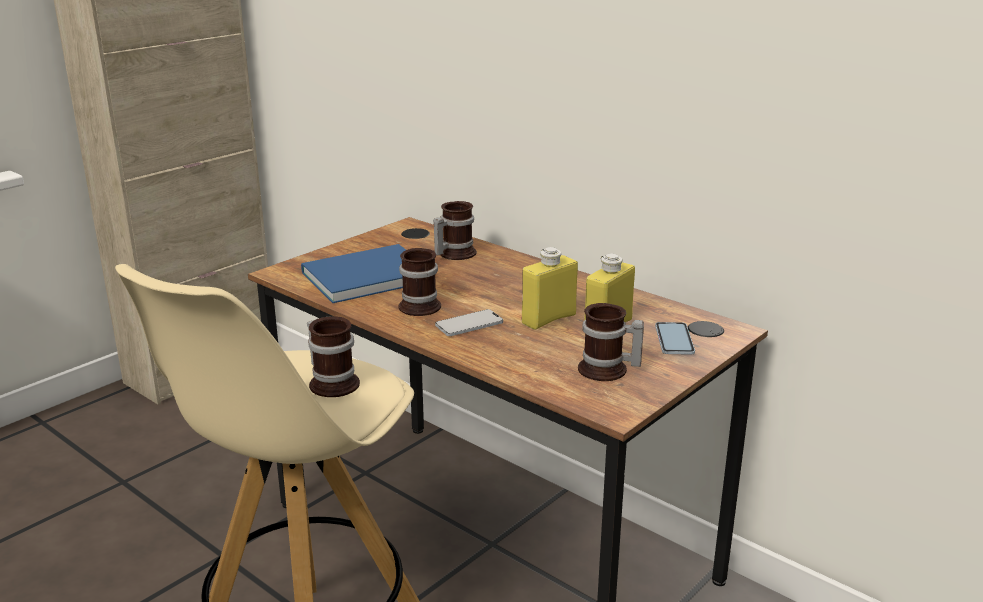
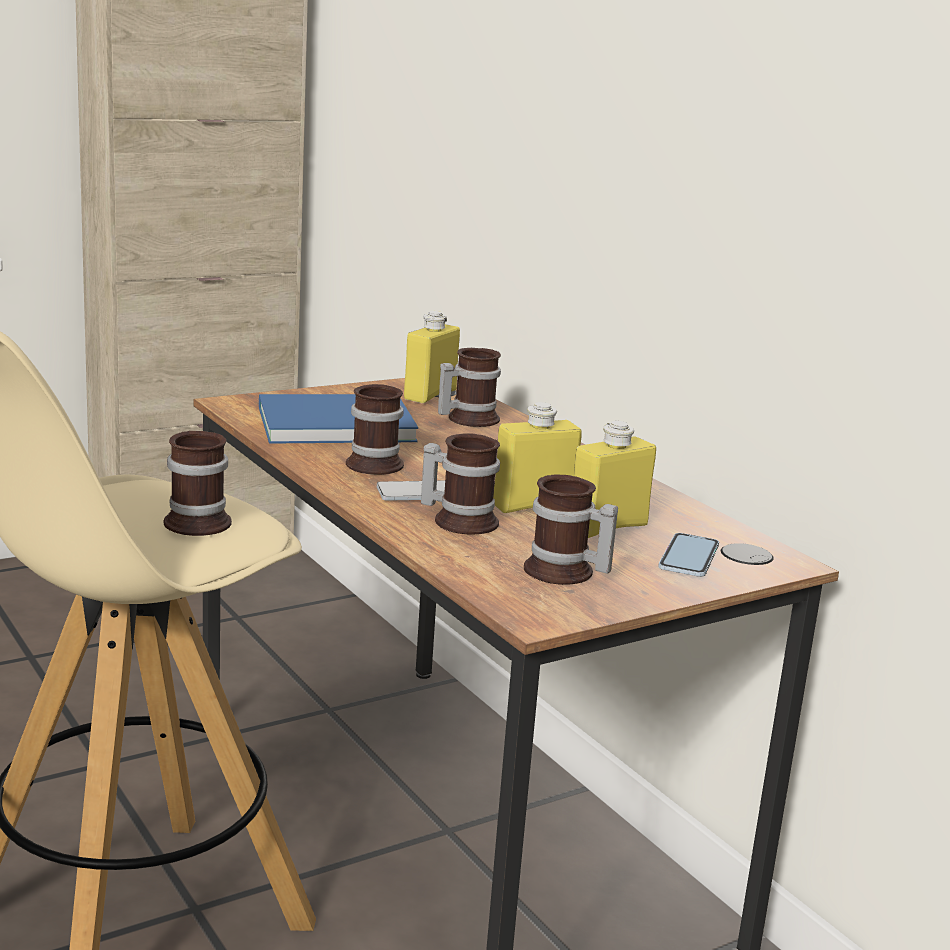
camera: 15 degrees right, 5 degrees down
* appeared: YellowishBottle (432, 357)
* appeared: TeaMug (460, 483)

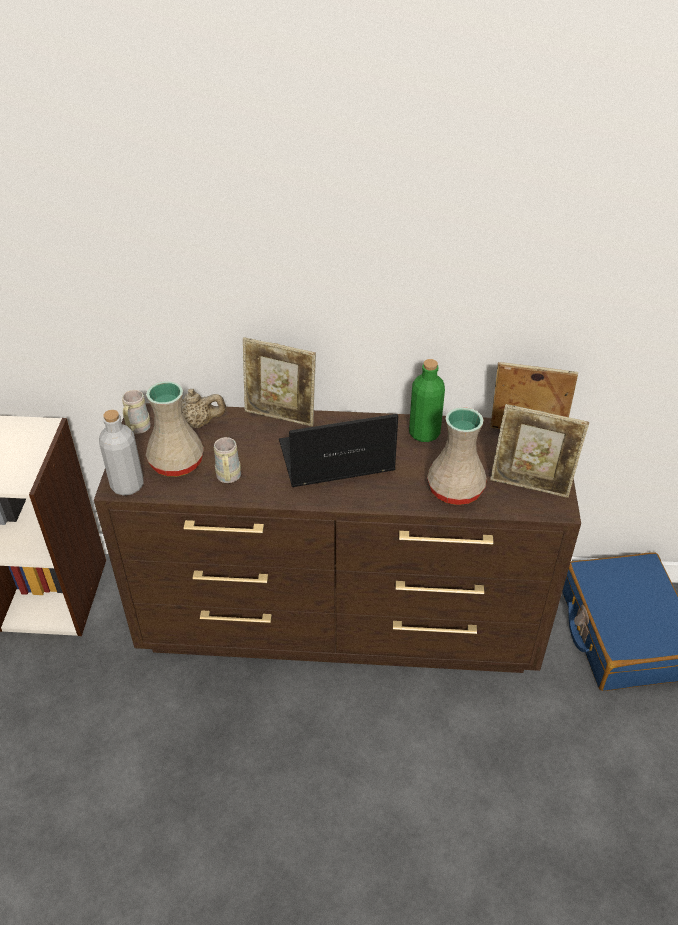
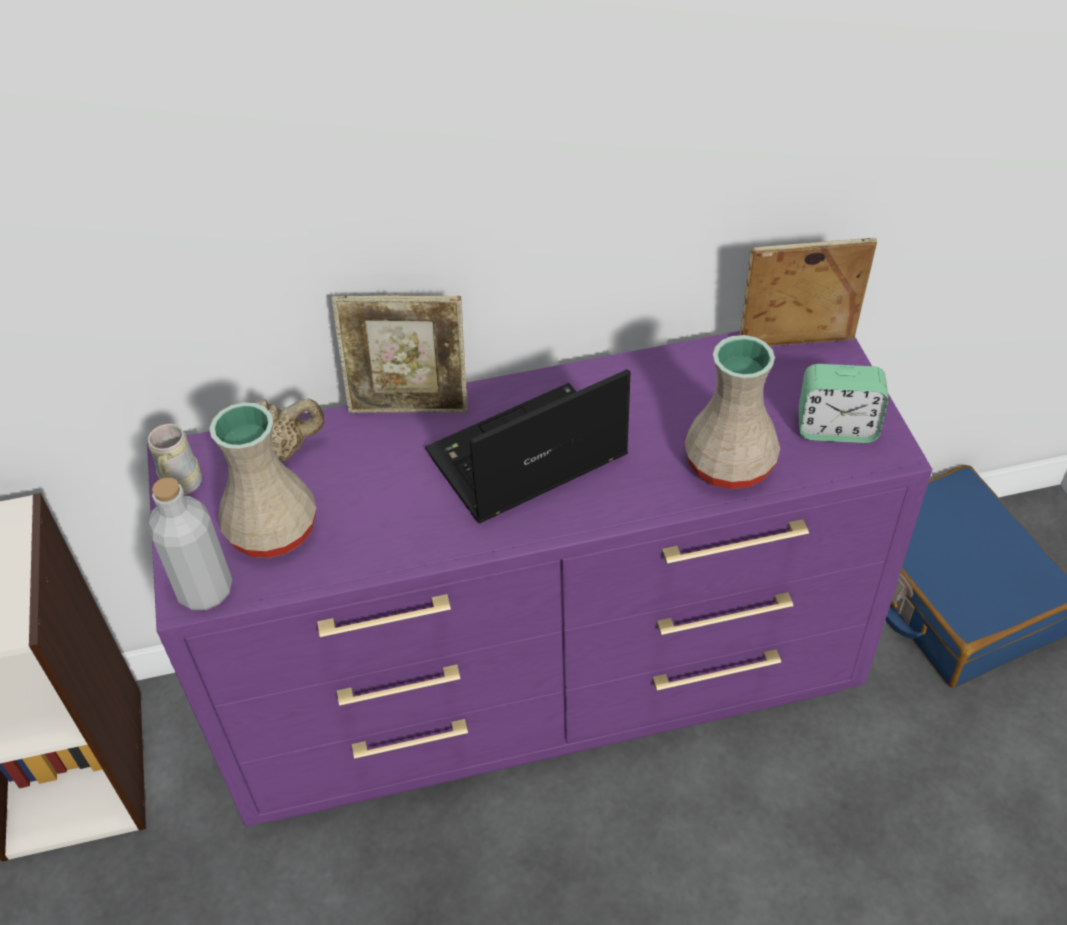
camera: 15 degrees left, 5 degrees up
* missing: SandColouredTeaMug (227, 460)
* missing: GreenColouredBottle (427, 400)
* exchanged: PhotoFrame (539, 451) to TableClock (843, 403)
* colour: BrownDrawerChest (337, 538) to PurpleDrawerChest (539, 579)

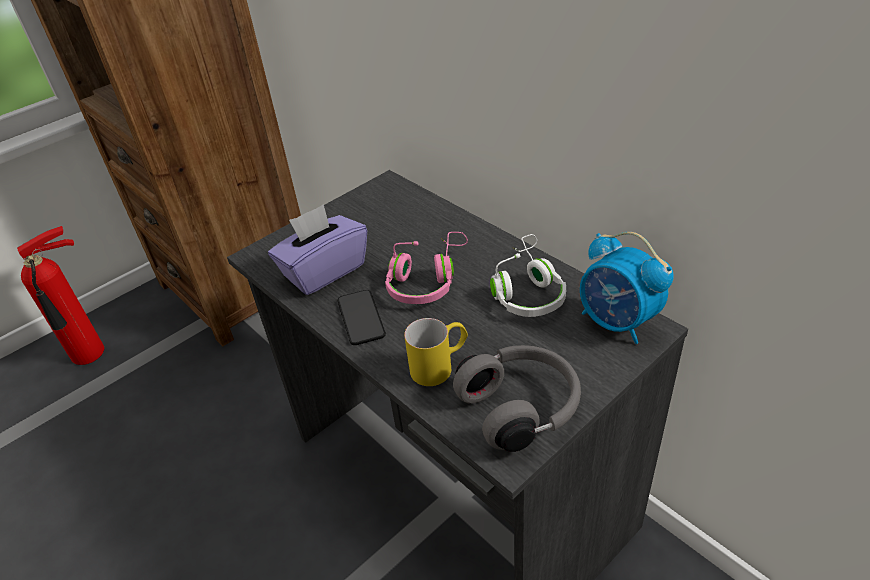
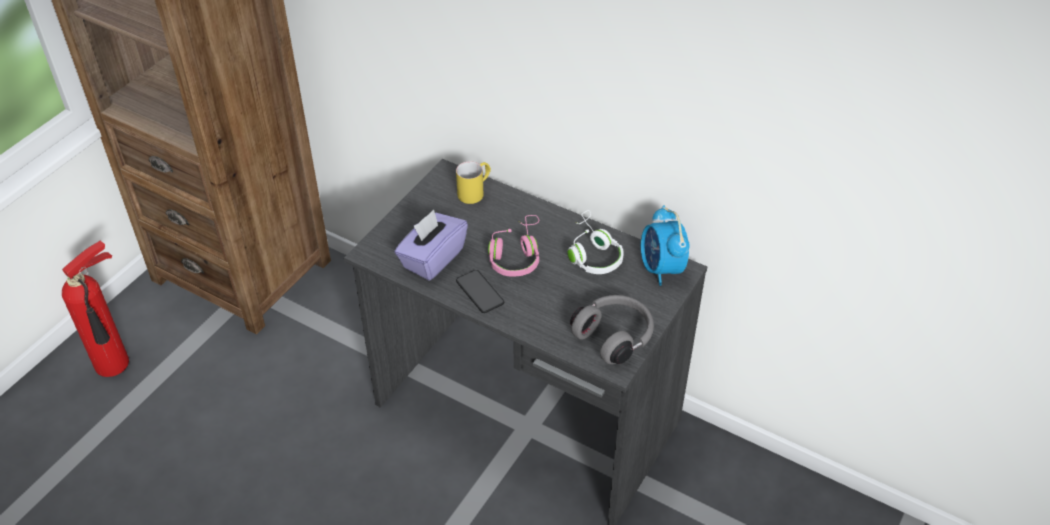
camera: 20 degrees left, 5 degrees up
* relocated: YellowishTeaMug (436, 352) to (473, 182)
* spun: TableClock (627, 288) = (665, 246) 45 degrees clockwise

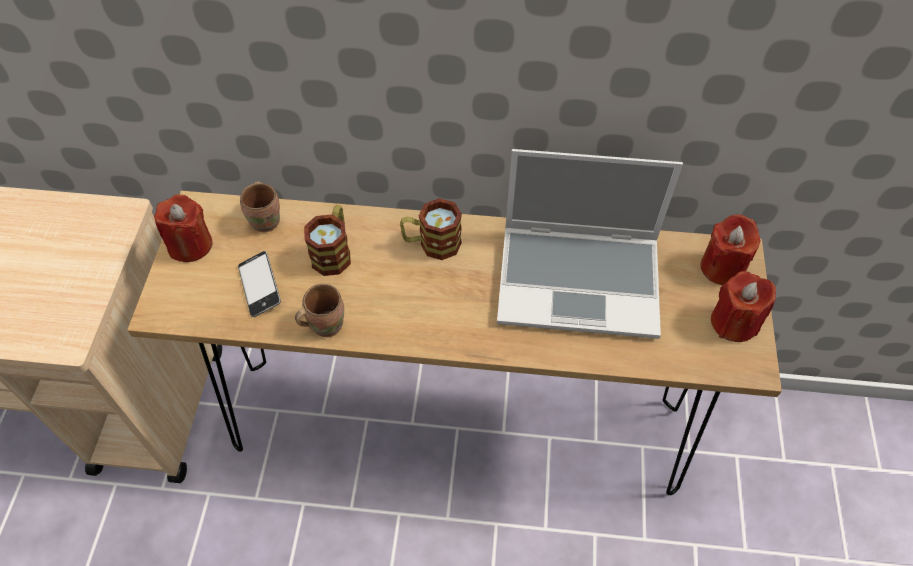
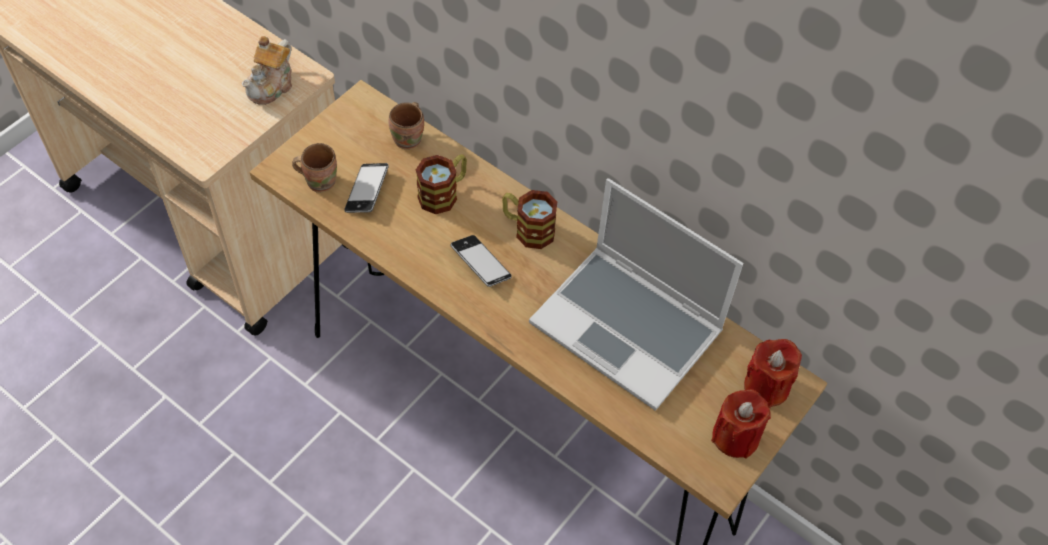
camera: 30 degrees right, 0 degrees up
* missing: RedWaxLight (183, 228)
* appeared: TeaPot (267, 70)
* appeared: Phone (481, 261)
* relocated: BrownTeaMug (319, 310) to (314, 168)

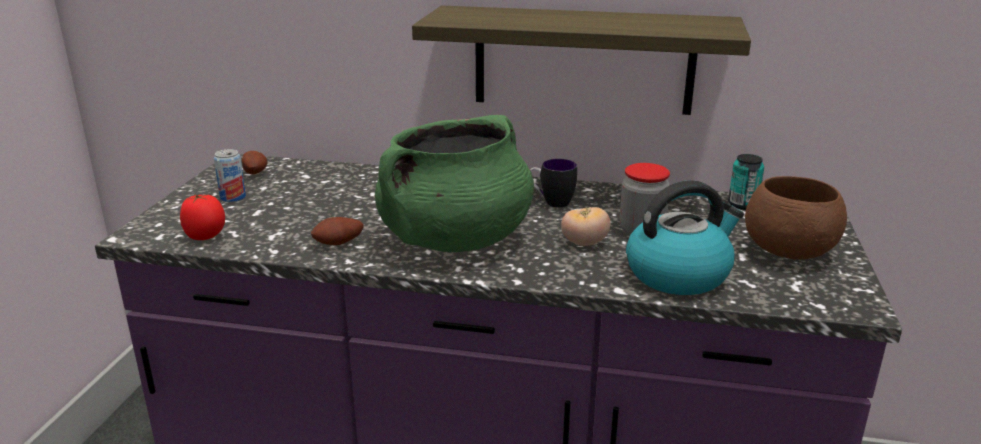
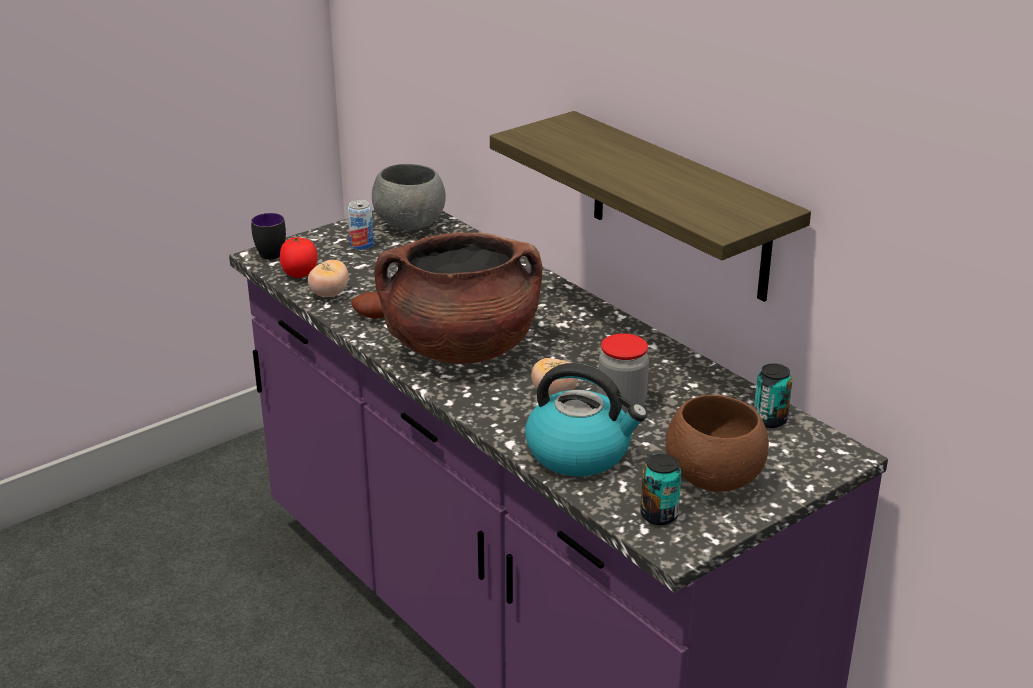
camera: 40 degrees right, 5 degrees up
* appeared: Tomato (328, 278)
* appeared: SealedCan (661, 489)
* relocated: TeaMug (553, 183) to (268, 236)
* exchanged: Spud (254, 162) to GrayServingBowl (409, 197)
* colour: GreenColouredCookingPot (454, 183) to BrownCookingPot (458, 298)

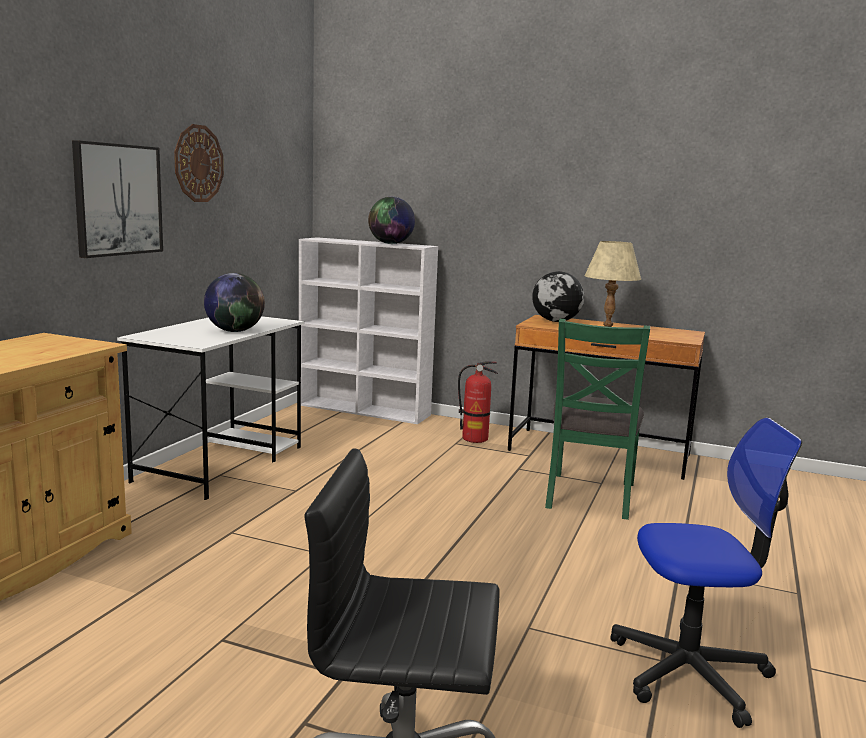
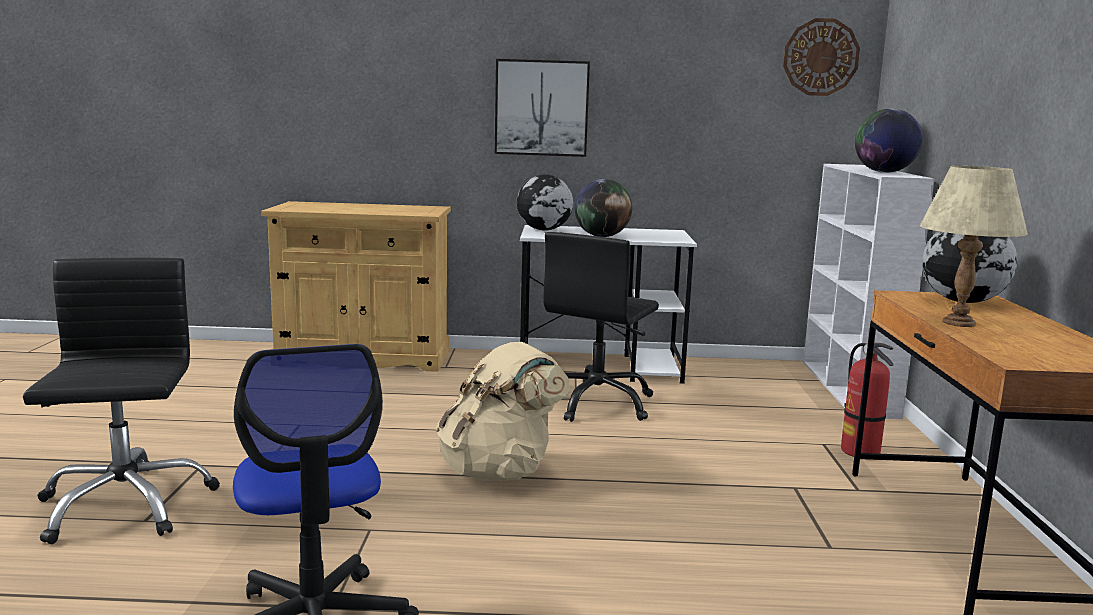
camera: 70 degrees right, 0 degrees up
* missing: GreenColouredChair (597, 419)
* appeared: SandColouredRucksack (503, 411)
* appeared: WorldGlobe (545, 202)
* appeared: BlackOfficeChair (601, 327)
* relocated: WallClock (199, 163) to (821, 57)

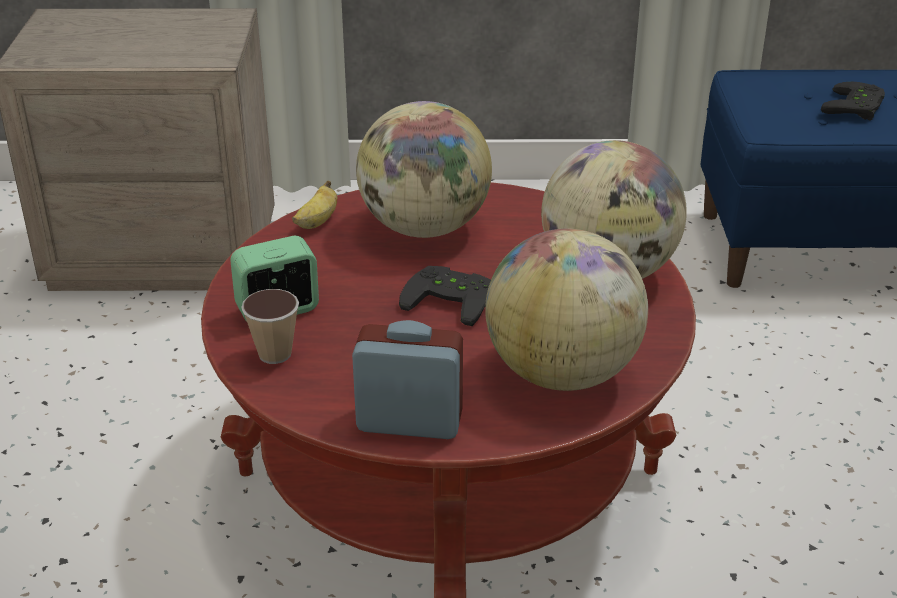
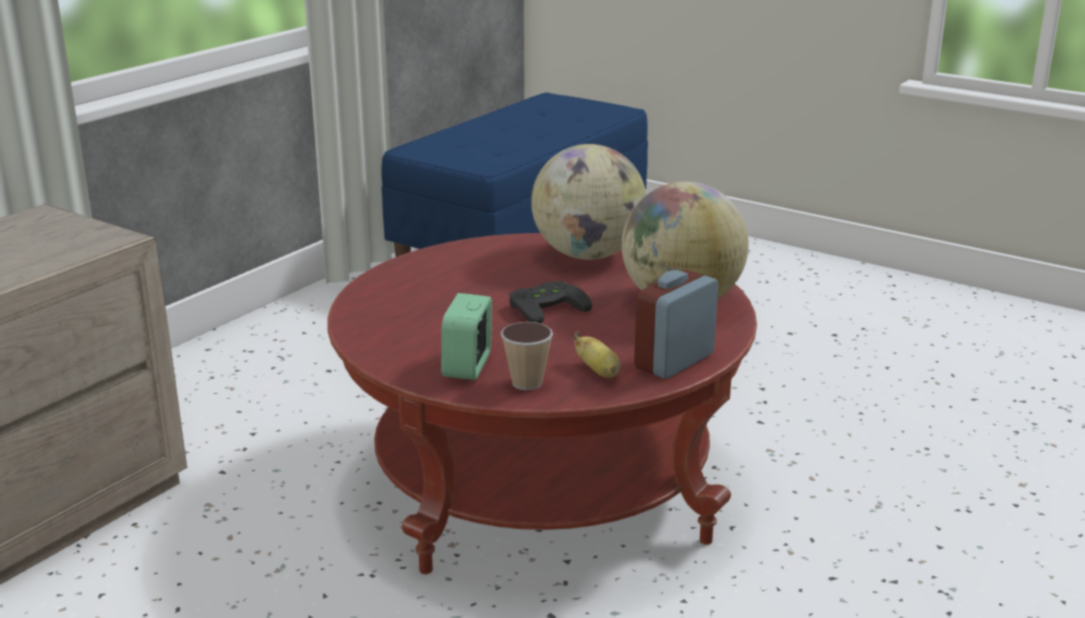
camera: 55 degrees left, 10 degrees down
* missing: WorldGlobe (424, 169)
* missing: BlackGamepad (853, 101)
* relocated: BananaFruit (314, 204) to (596, 355)

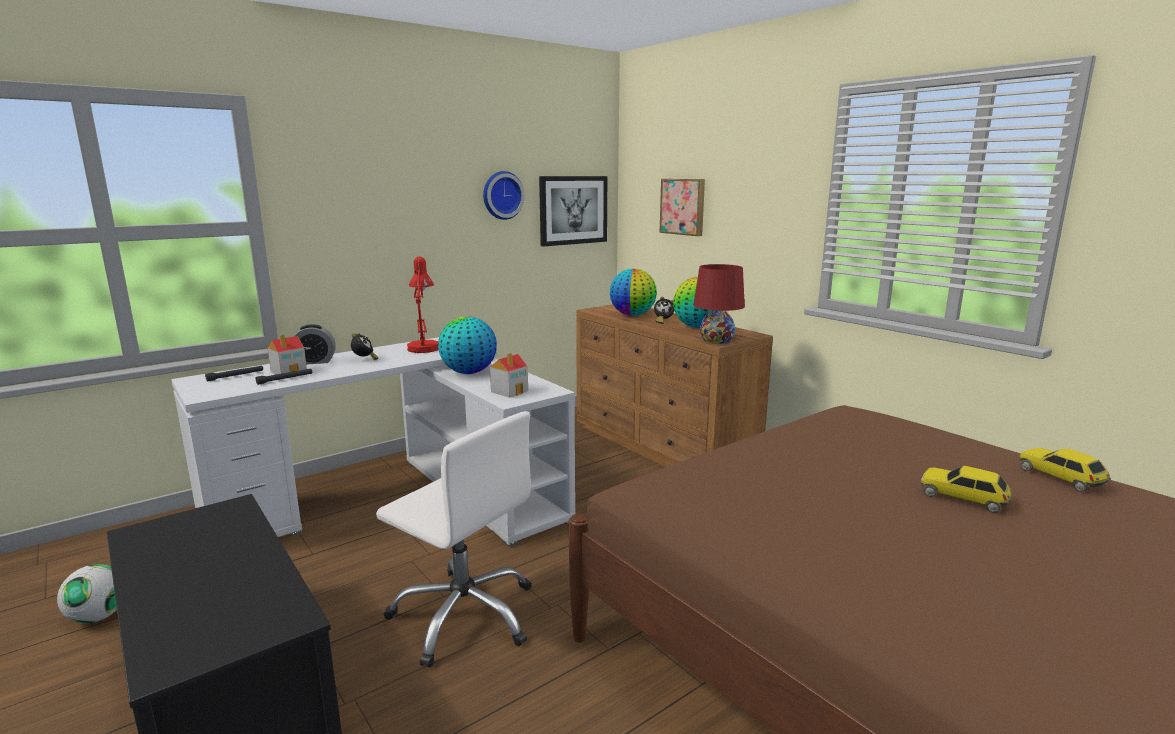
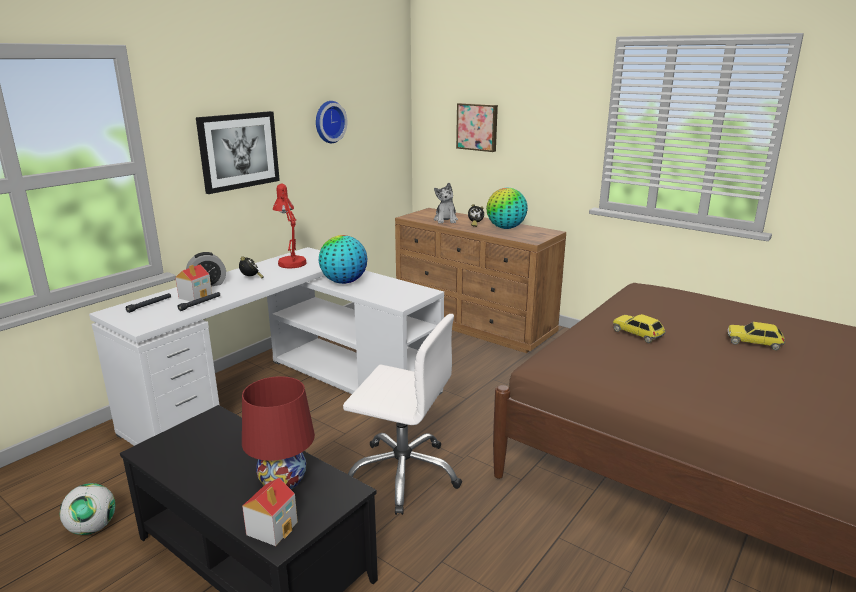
camera: 15 degrees left, 5 degrees up
* relocated: MiniatureHouse (509, 375) to (270, 512)
* relocated: Picture (573, 211) to (238, 152)
* relocated: RedTabletopLamp (719, 304) to (278, 432)
* relocated: ModelCar (1065, 470) to (639, 328)
* exchanged: WorldGlobe (633, 292) to CuddlyToy (446, 203)

